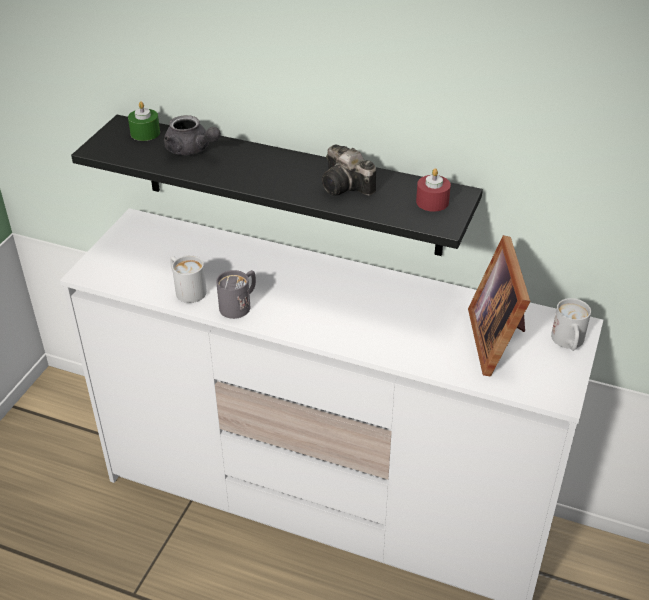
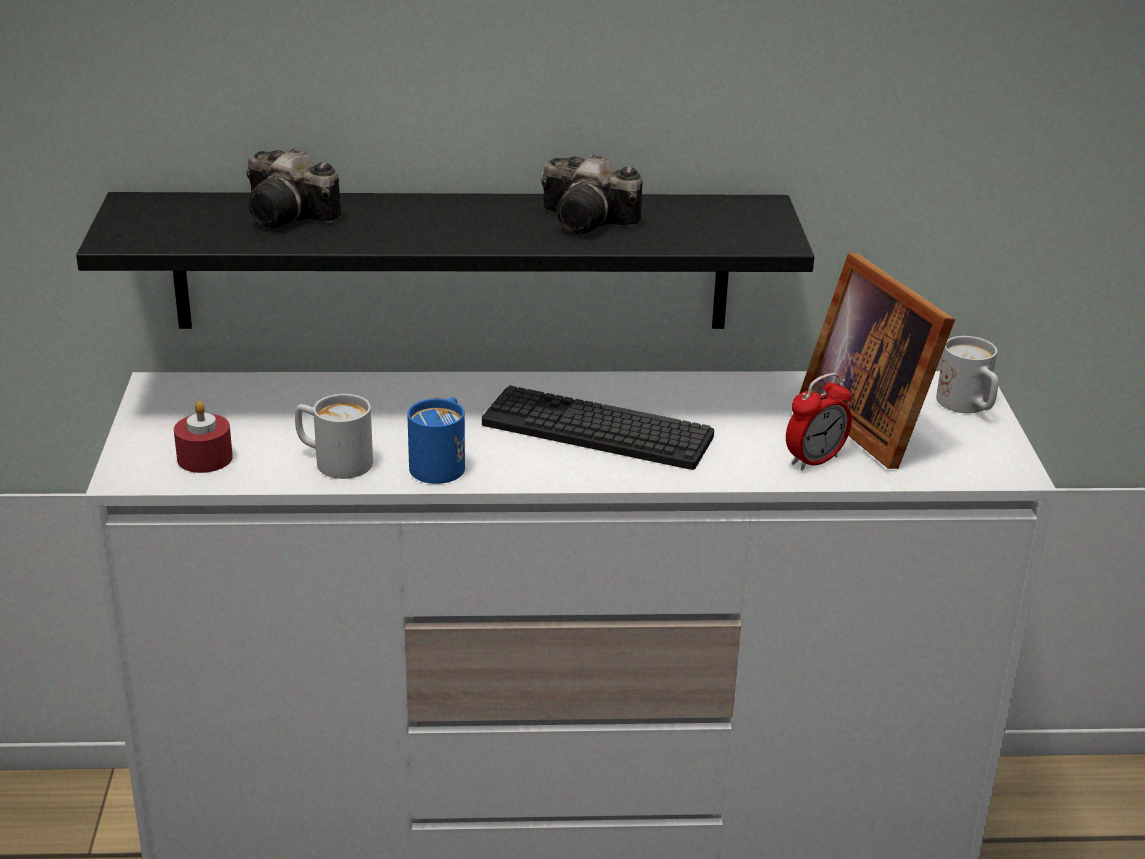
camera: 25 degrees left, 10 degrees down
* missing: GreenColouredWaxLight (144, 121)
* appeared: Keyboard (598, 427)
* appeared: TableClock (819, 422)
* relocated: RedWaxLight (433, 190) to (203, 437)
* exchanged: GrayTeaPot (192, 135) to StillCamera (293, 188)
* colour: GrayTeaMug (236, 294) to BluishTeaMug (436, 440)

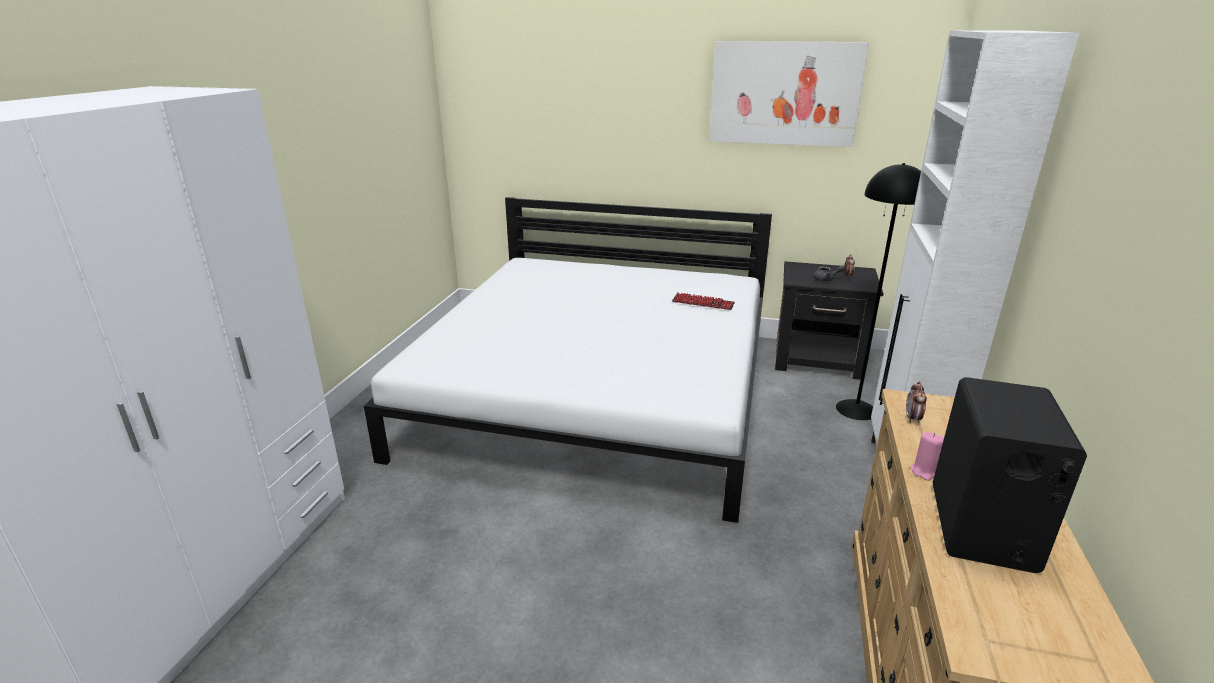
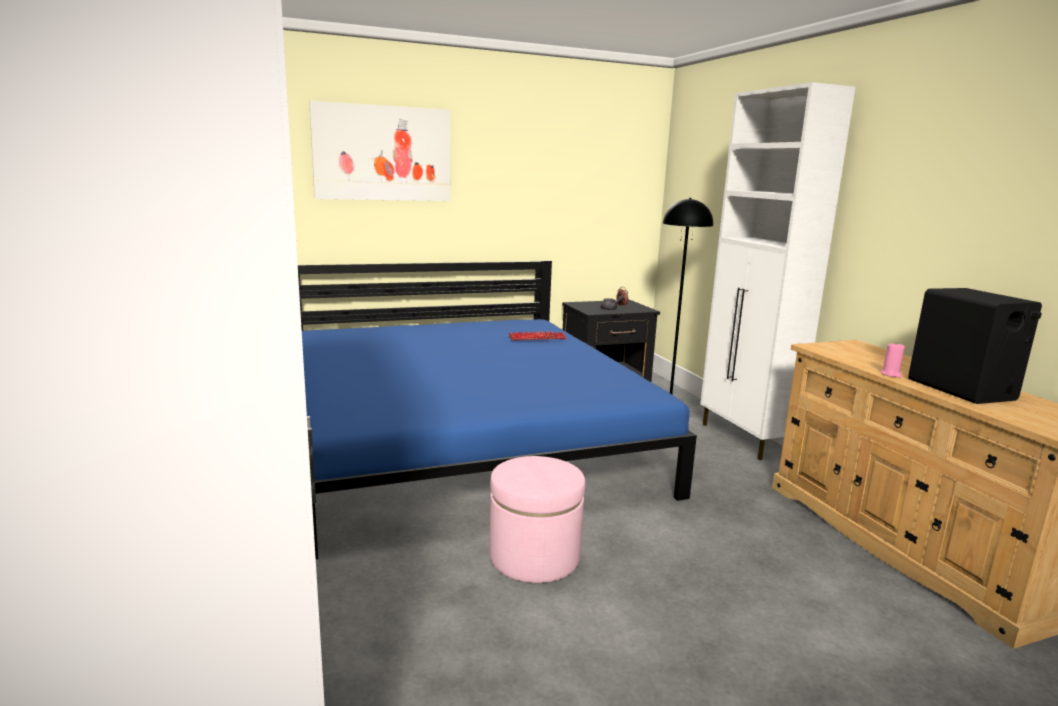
camera: 35 degrees left, 10 degrees down
* missing: TableClock (916, 402)
* appeared: PinkFootrest (537, 519)
* relocated: Picture (789, 94) to (380, 151)
* colour: WhiteSleepingBed (568, 360) to BluishSleepingBed (497, 409)

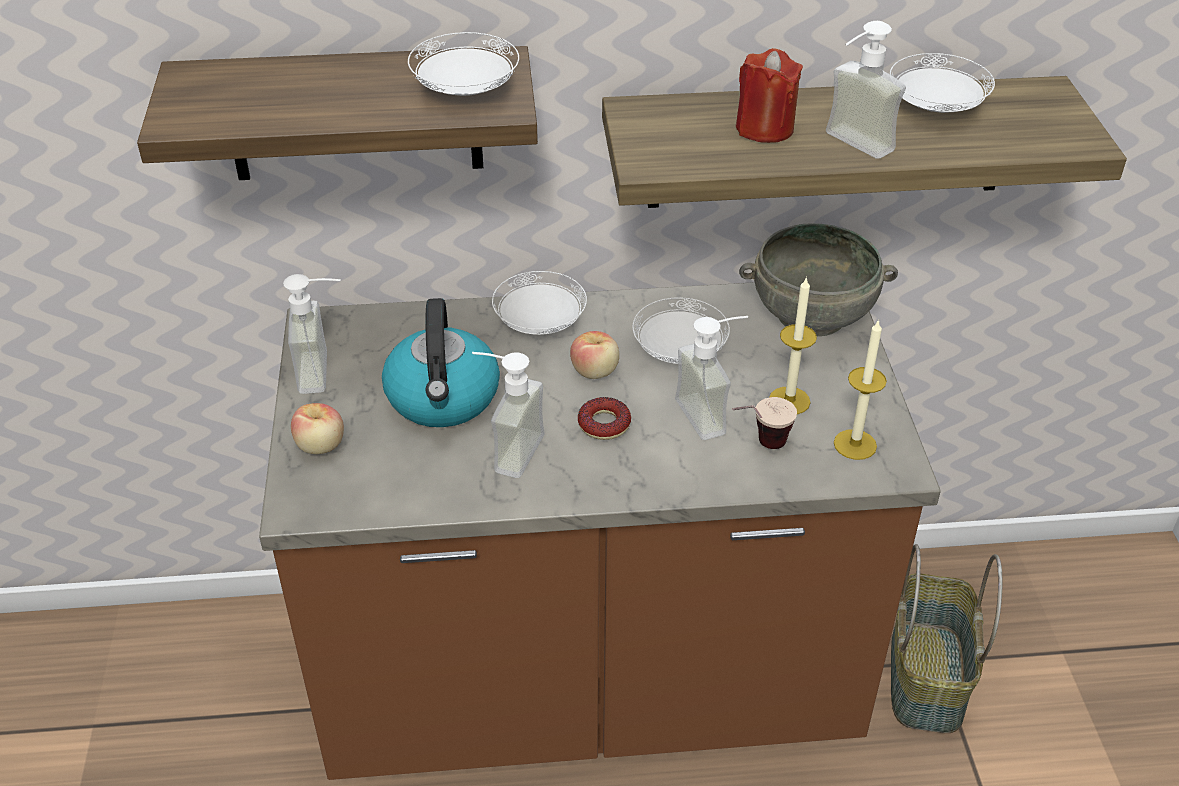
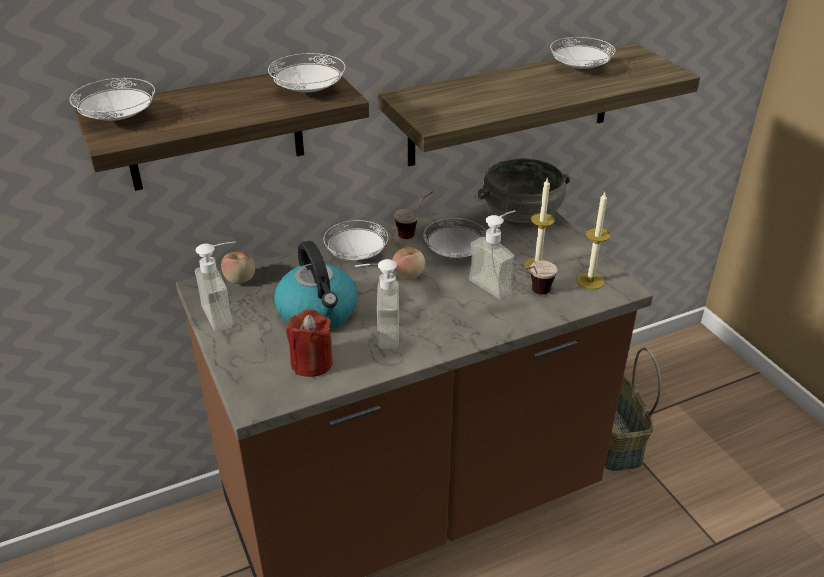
camera: 20 degrees left, 5 degrees down
* missing: Doughnut (604, 418)
* missing: SoapBottle (866, 90)
* appeared: WhitePlate (112, 99)
* appeared: DrinkingCup (414, 215)
* relocated: AppleFruit (317, 428) to (238, 267)
* relocated: RedWaxLight (769, 95) to (309, 343)

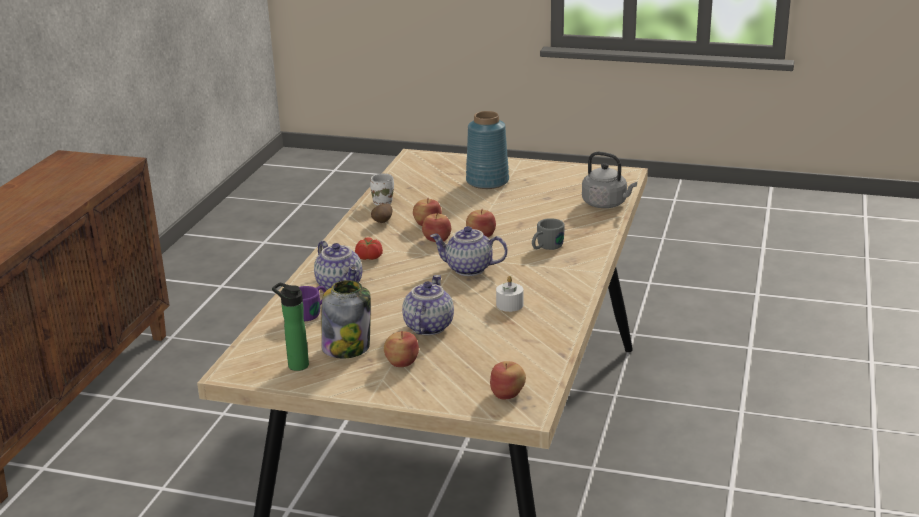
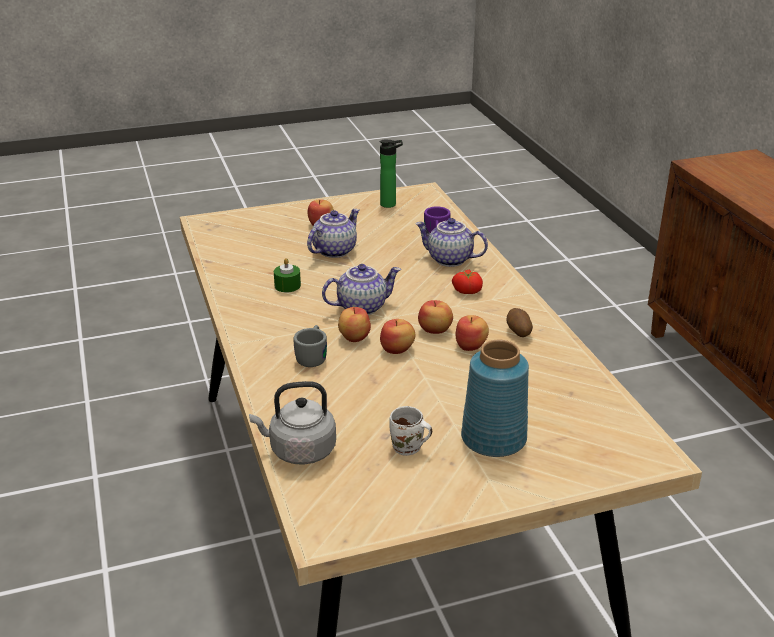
camera: 145 degrees right, 5 degrees up
* missing: PreserveJar (346, 319)
* relocated: WhiteTeaMug (382, 189) to (410, 431)
* relocated: AppleFruit (508, 380) to (354, 324)
* colour: WhiteWaxLight (509, 294) to GreenColouredWaxLight (287, 275)
* spun: TeaPot (428, 305) = (333, 233) 120 degrees counterclockwise

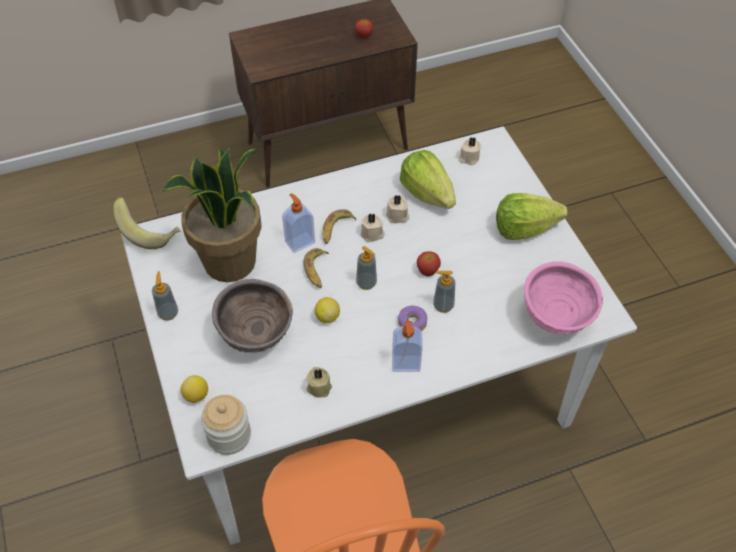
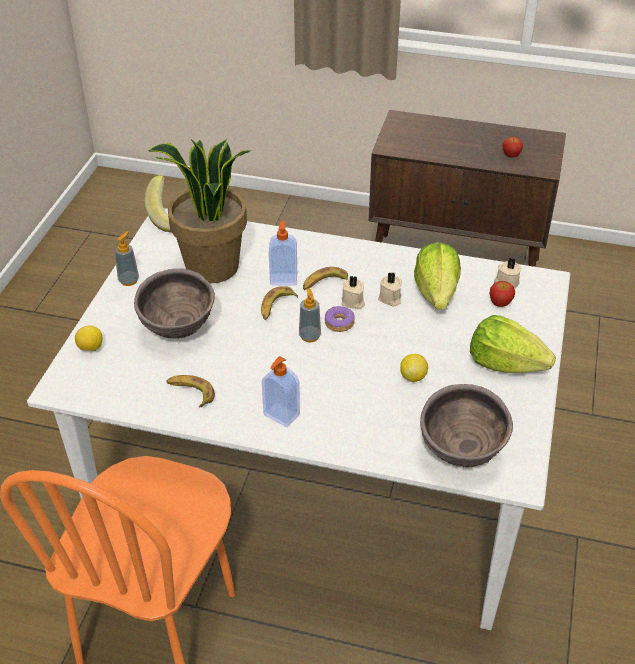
camera: 35 degrees right, 10 degrees down
* missing: PreserveJar (226, 425)
* missing: SoapBottle (444, 292)
* relocated: CitrusFruit (327, 310) to (414, 368)
* relocated: Doughnut (412, 318) to (340, 319)
* relocated: AppleFruit (429, 263) to (502, 294)
* exchanged: SandColouredWaxLight (319, 382) to BananaFruit (190, 391)
* colour: PinkServingBowl (563, 297) to BrownServingBowl (466, 426)

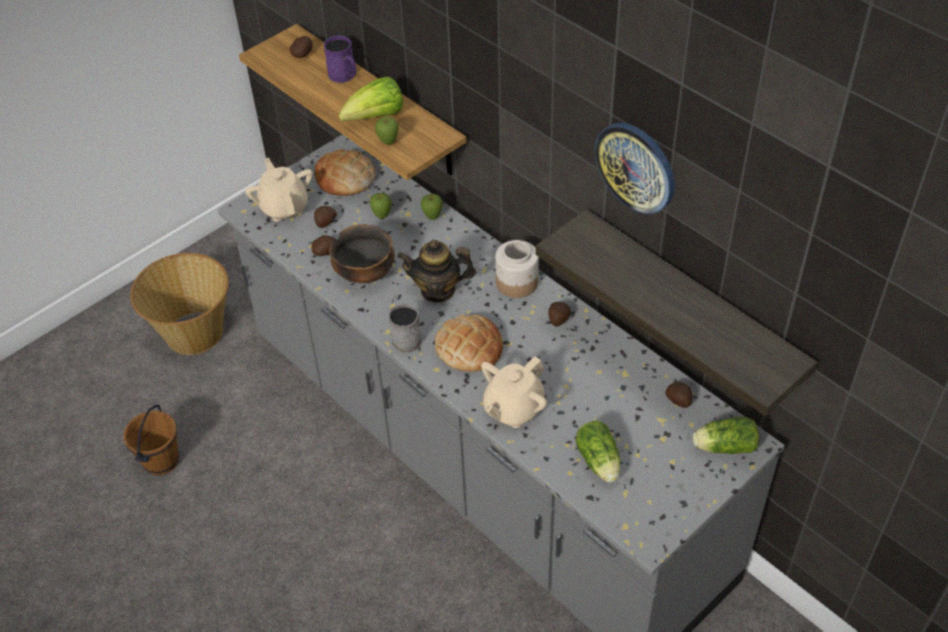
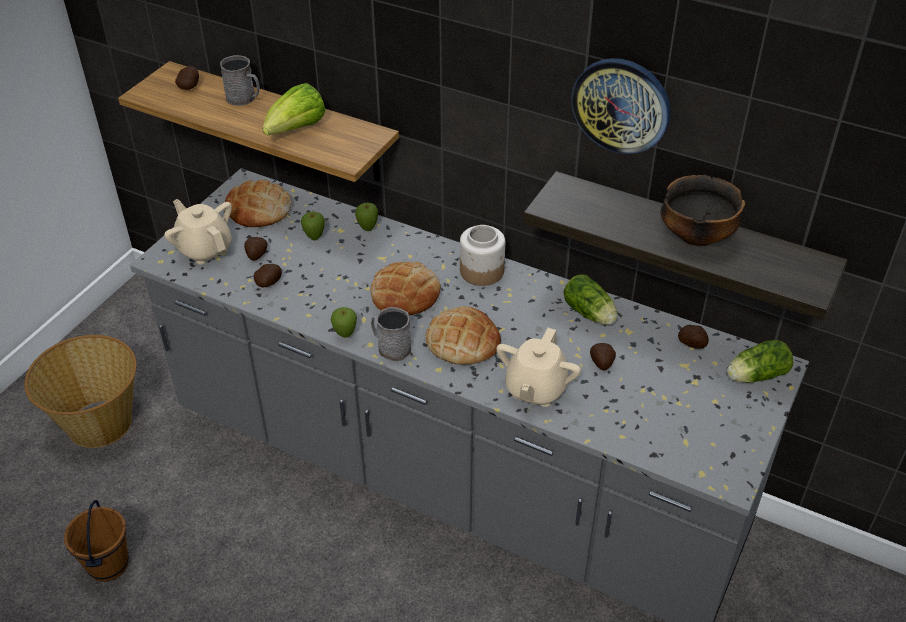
camera: 20 degrees left, 5 degrees down
* relocated: ServingBowl (362, 253) to (703, 210)
* relocated: AppleFruit (387, 130) to (344, 322)
* relocated: Spud (560, 314) to (603, 356)
* relocated: Lettuce (598, 452) to (590, 300)
* exchanged: TeaPot (436, 271) to BakeryBread (405, 288)
* colour: PurpleTeaMug (340, 59) to GrayTeaMug (240, 80)

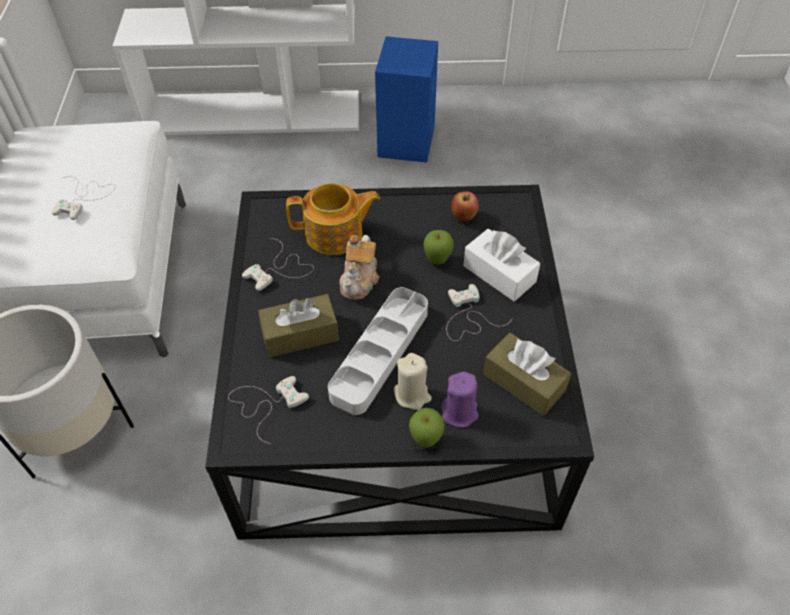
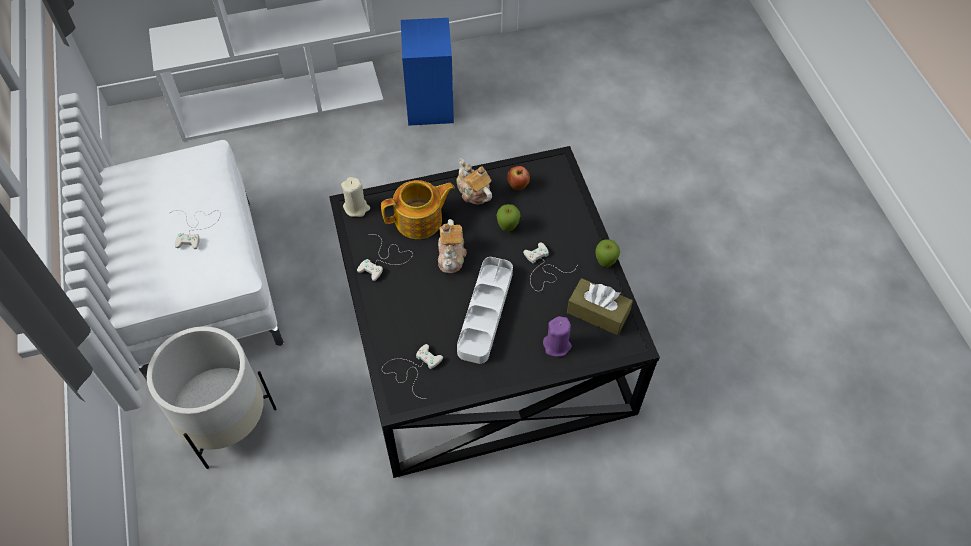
camera: 15 degrees left, 5 degrees up
* missing: BrownTissueBox (298, 325)
* missing: WhiteTissueBox (501, 265)
* appeared: TeaPot (474, 182)
* relocated: SandColouredWaxLight (413, 381) to (355, 197)
* relocated: AppleFruit (427, 428) to (608, 253)

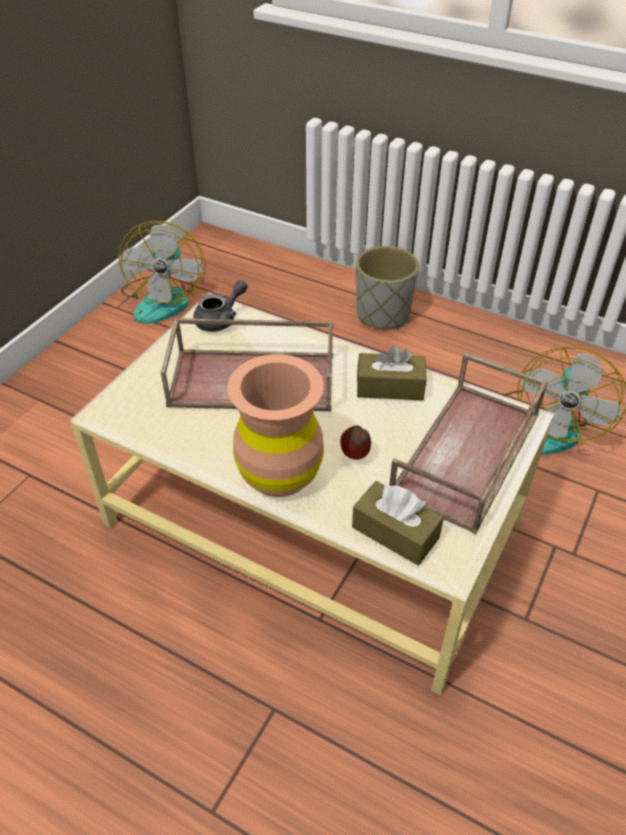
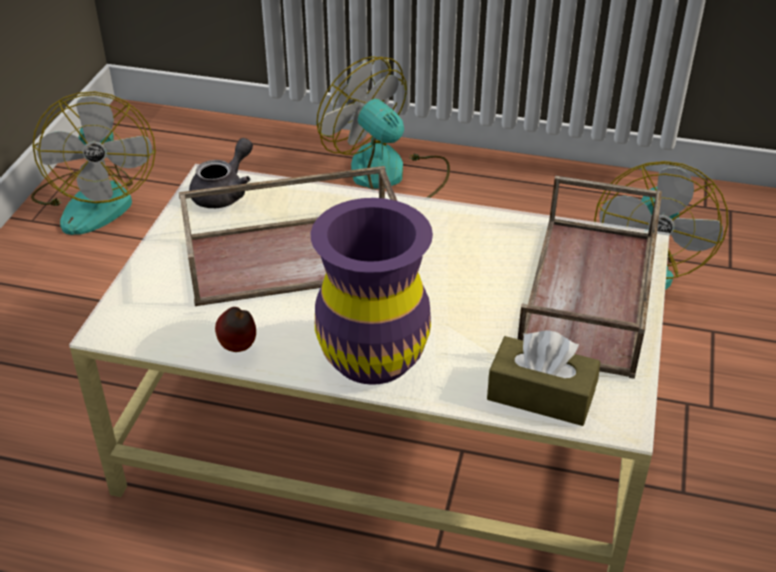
camera: 15 degrees left, 5 degrees down
* missing: BrownTissueBox (392, 373)
* relocated: AppleFruit (355, 442) to (235, 329)
* exchanged: GrayPlantPot (387, 287) to CoolingFan (383, 127)
* colour: BrownFlowerVase (275, 425) to PurpleFlowerVase (372, 291)

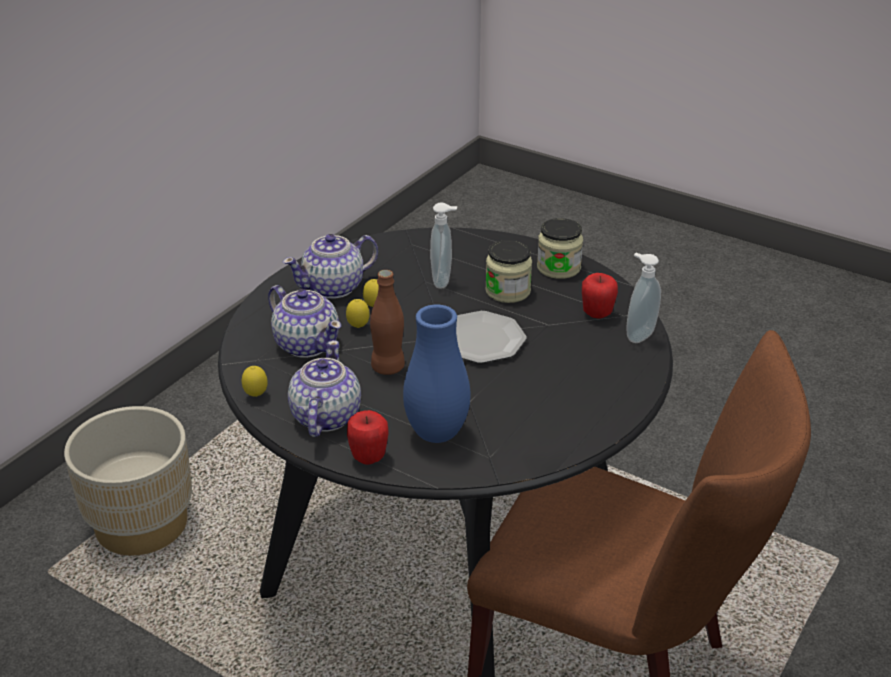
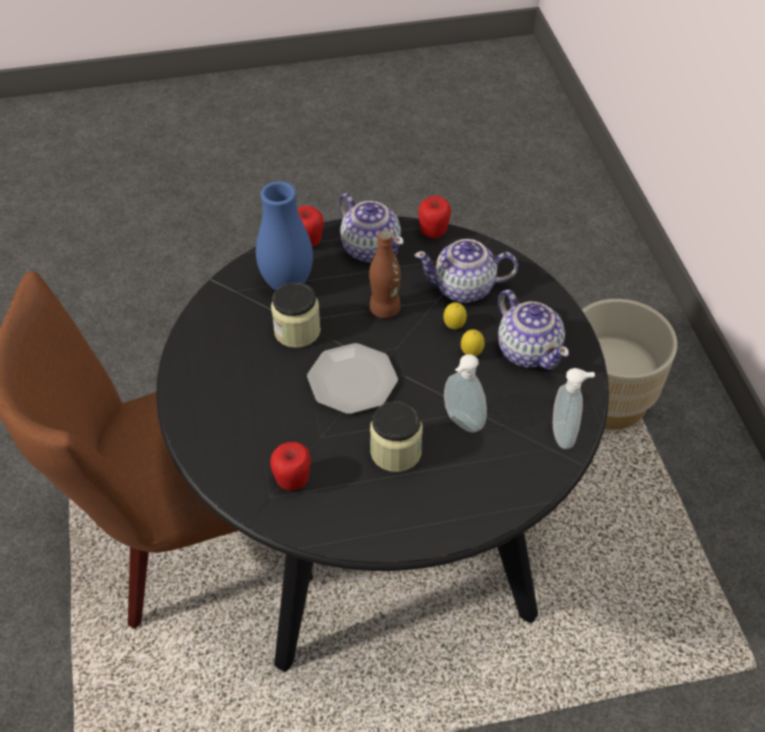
camera: 135 degrees right, 15 degrees up
* relocated: PreserveJar (560, 248) to (296, 315)
* relocated: SoapBottle (644, 298) to (574, 408)
* exchanged: CitrusFruit (255, 381) to AppleFruit (434, 217)
* spun: TeaPot (330, 266) = (533, 329) 135 degrees clockwise

